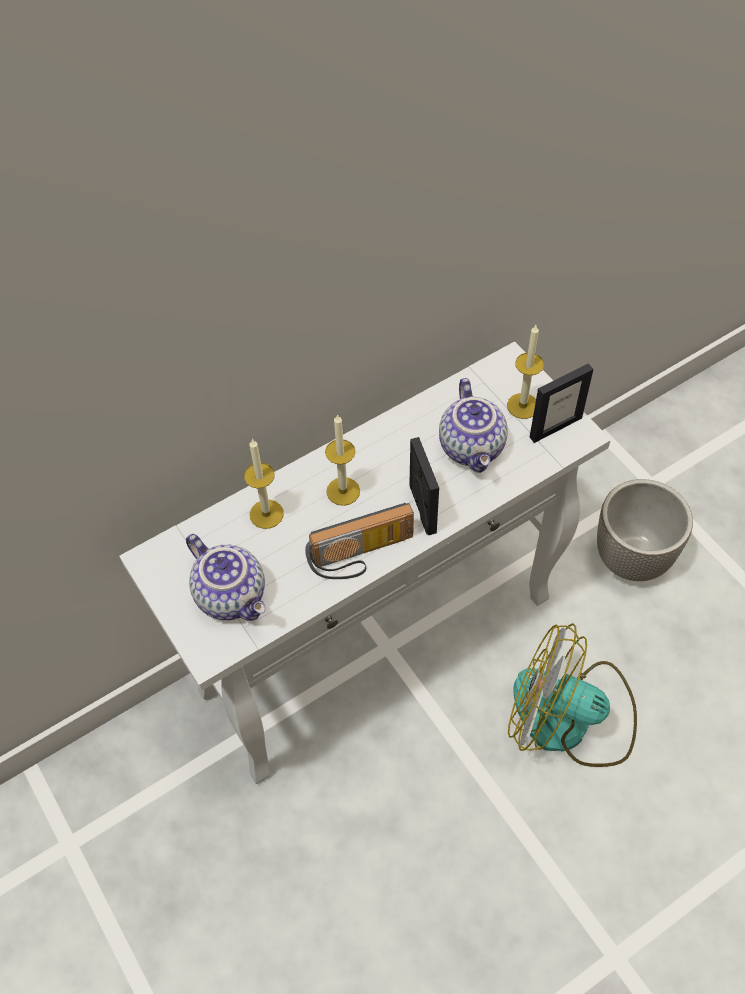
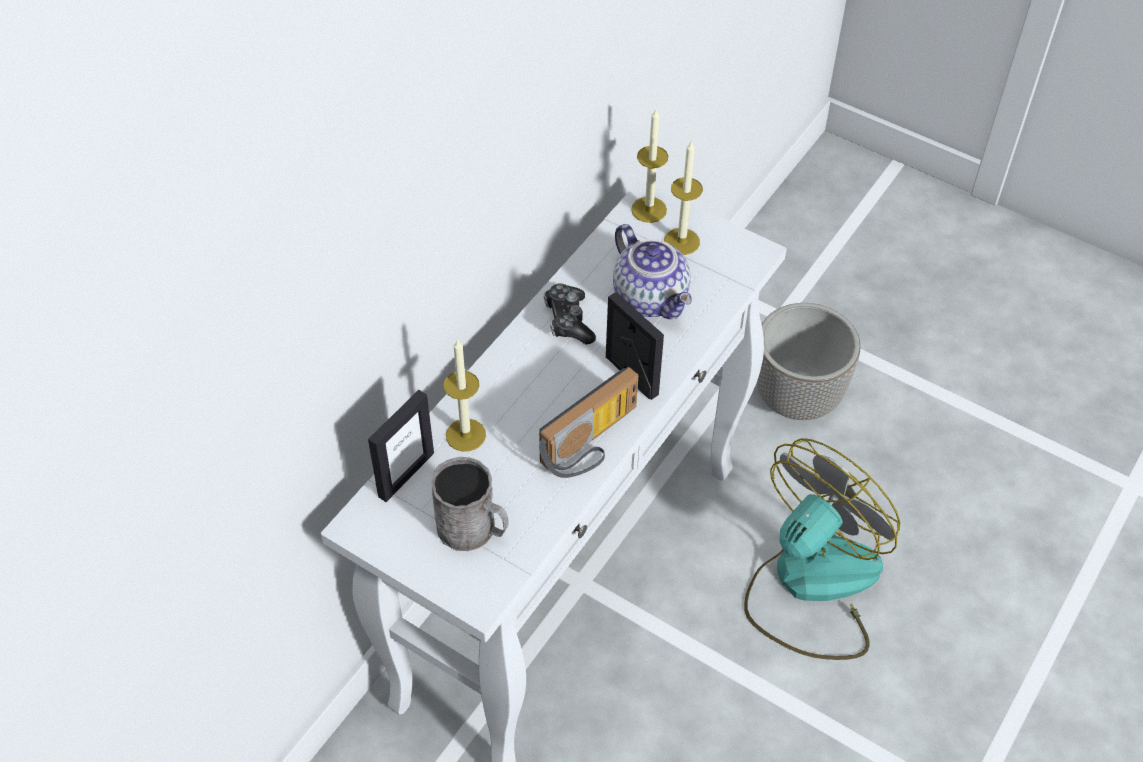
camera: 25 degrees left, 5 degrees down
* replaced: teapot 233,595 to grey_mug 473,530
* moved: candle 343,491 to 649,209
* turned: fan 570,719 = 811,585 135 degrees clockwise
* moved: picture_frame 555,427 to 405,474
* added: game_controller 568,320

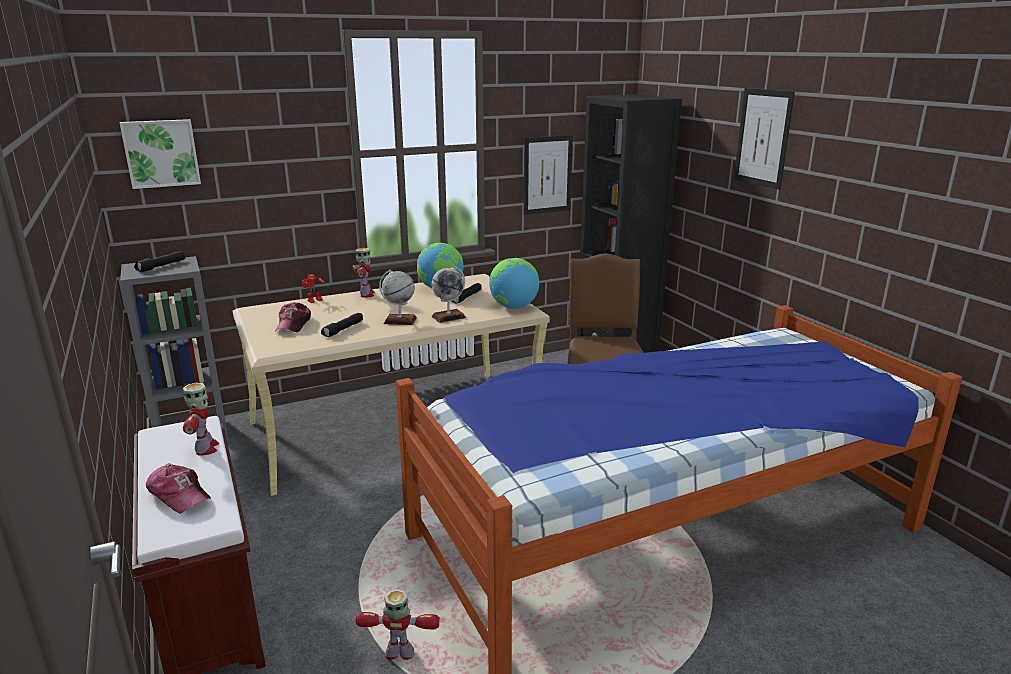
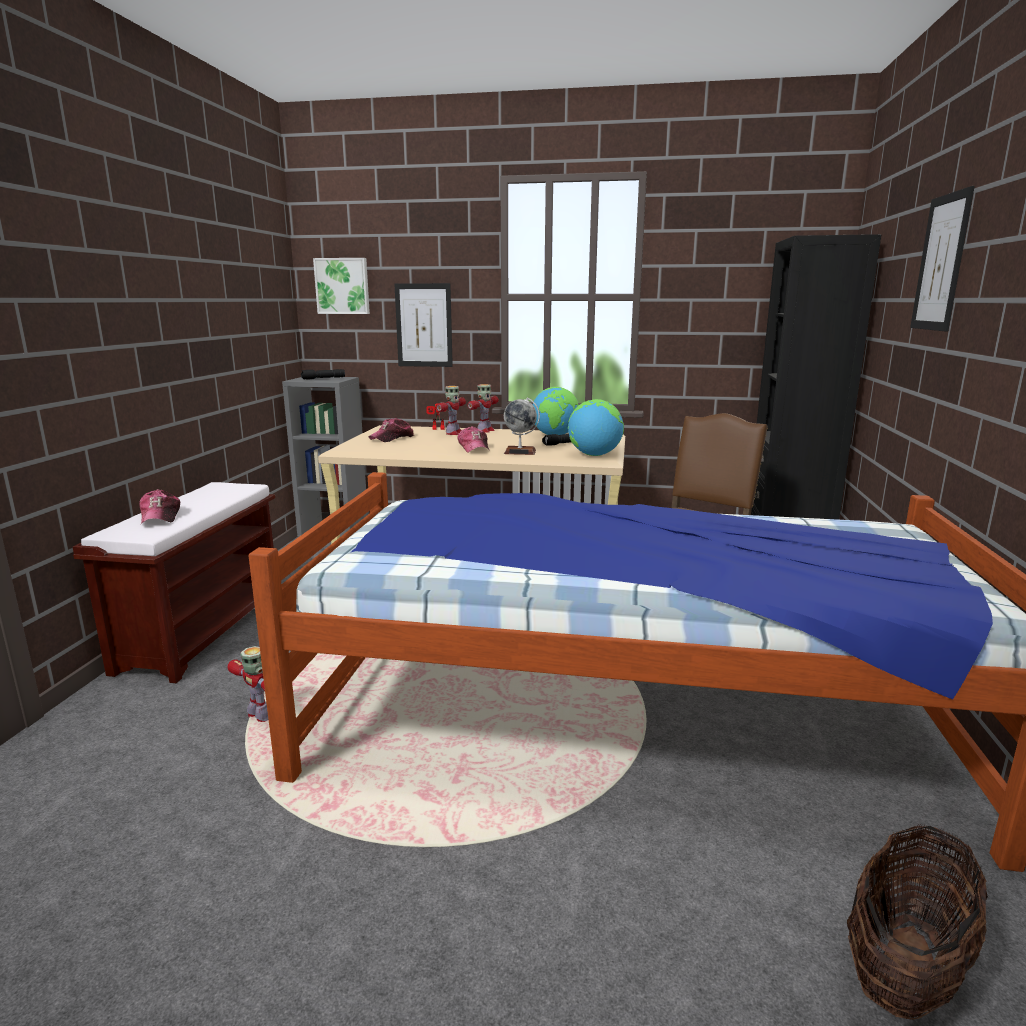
camera: 35 degrees right, 5 degrees down
* moved: toy_robot 206,448 to 453,433
* removed: black_flashlight 343,330
* replaced: globe 400,321 to cap 474,448
* moved: picture 547,175 to 424,325
* added: basket 905,966

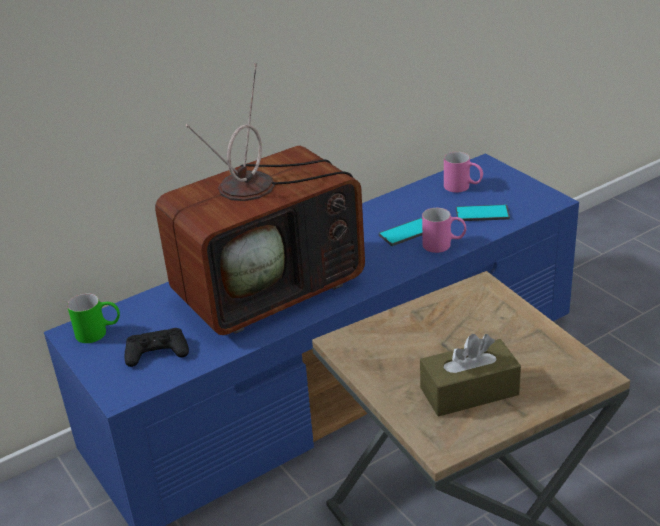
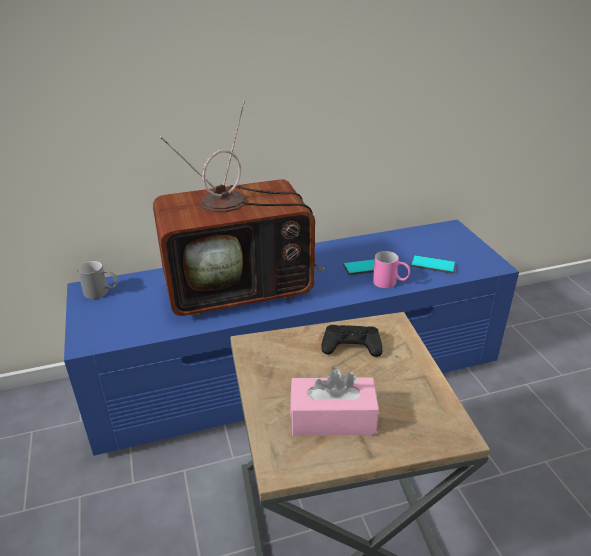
camera: 15 degrees right, 0 degrees up
* recoloured: green_mug 99,332 to grey_mug 102,292
* moved: black_game_controller 157,352 to 351,345
* recoloured: brown_tissue_box 469,391 to pink_tissue_box 332,418
* removed: pink_mug 463,187

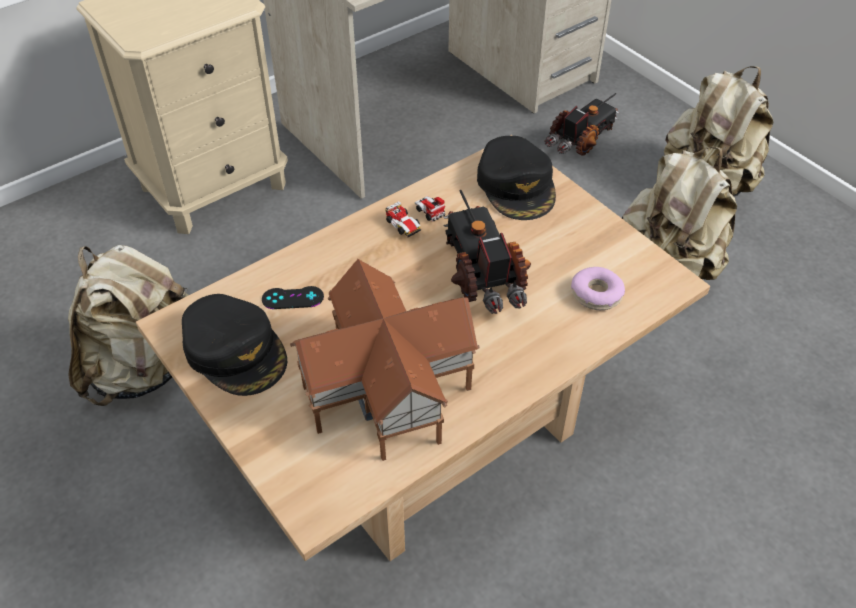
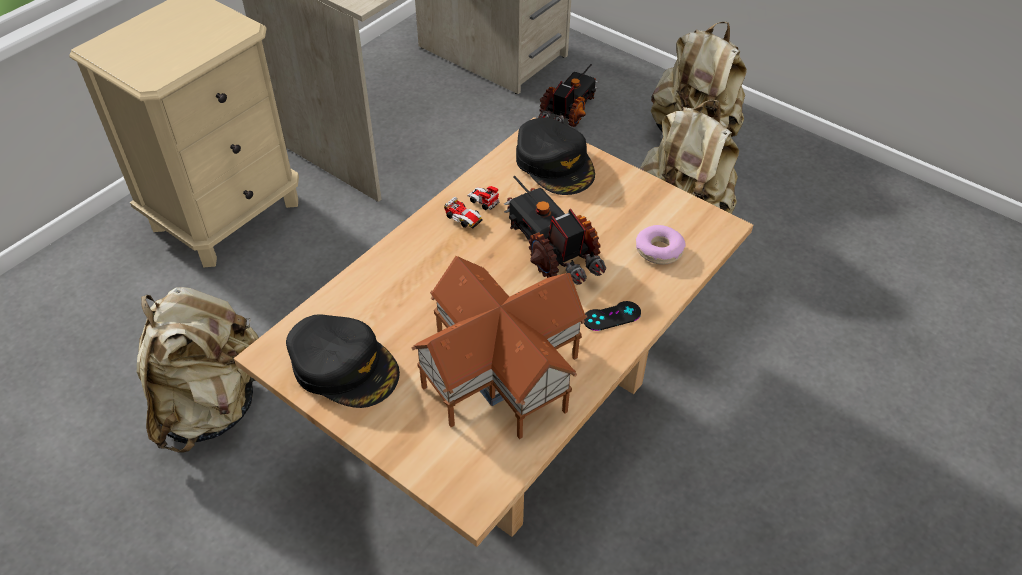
camera: 15 degrees left, 0 degrees up
* moved: black_game_controller 292,298 to 611,316

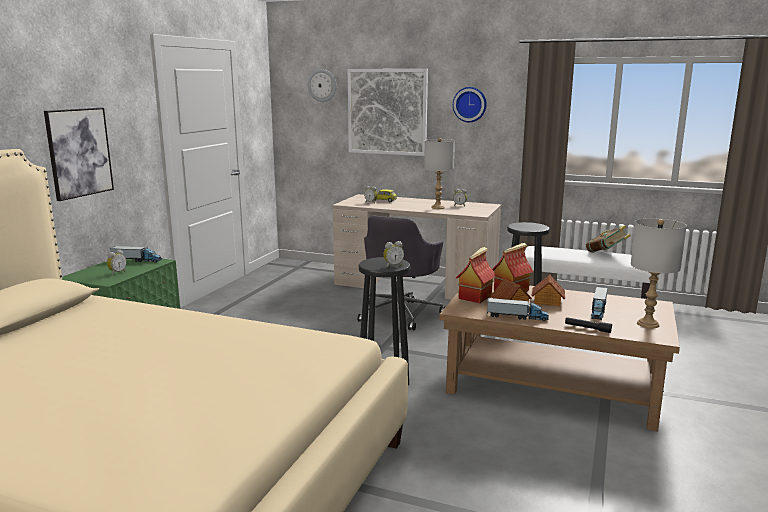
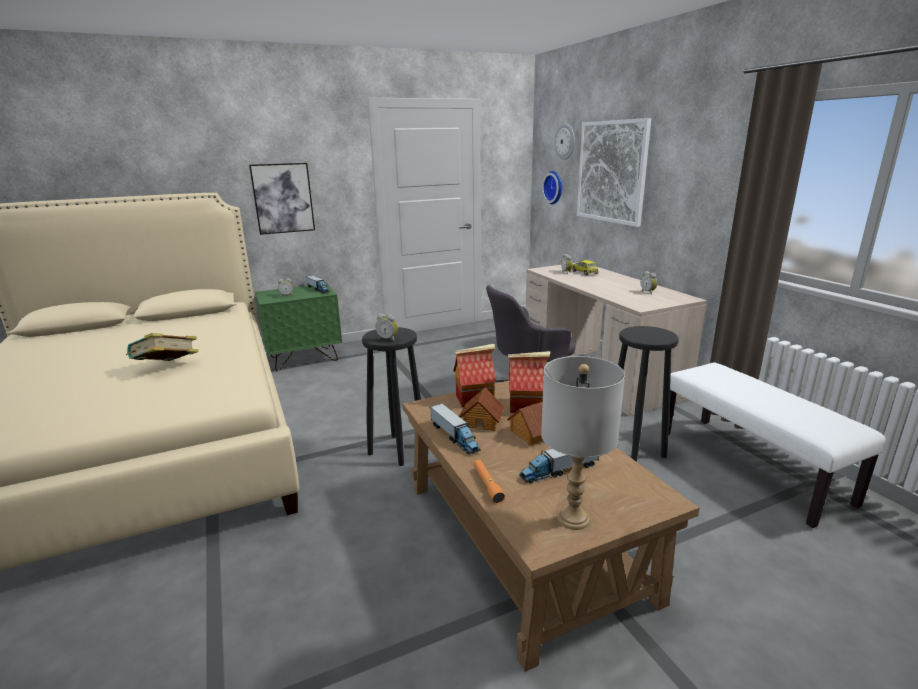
camera: 45 degrees right, 5 degrees up
* removed: grey_table_lamp 437,207
* moved: wall_clock 470,104 to 554,187
* recoloured: black_flashlight 587,328 to orange_flashlight 487,485
* moved: book 606,254 to 166,368

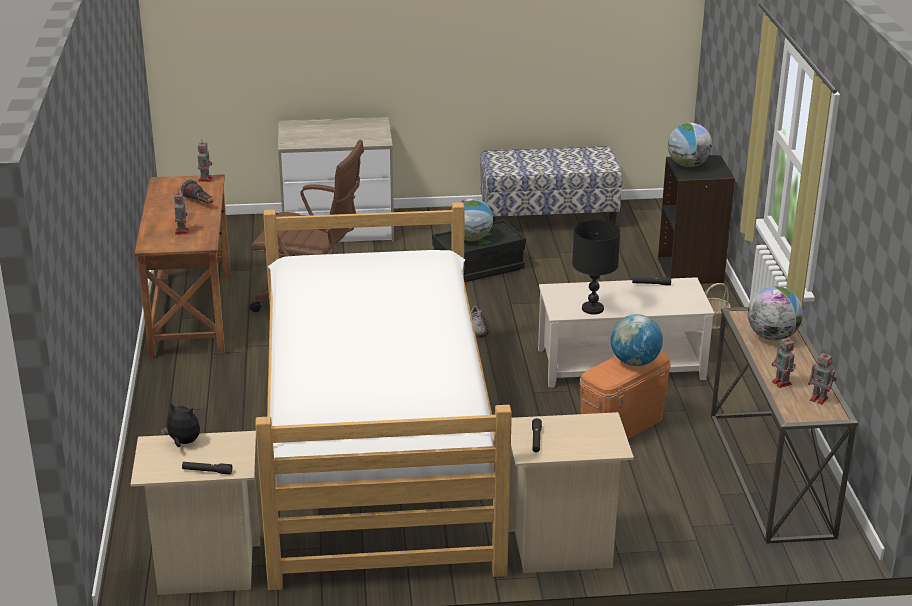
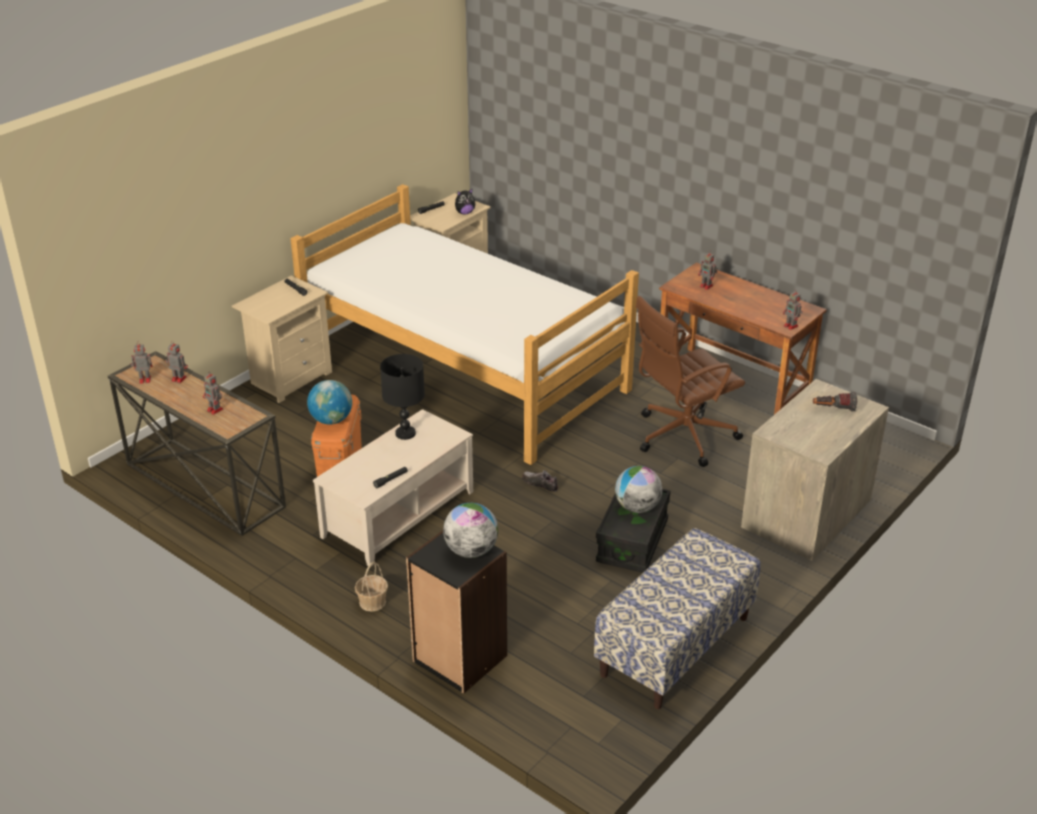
camera: 135 degrees right, 5 degrees up
* moved: flashlight 200,203 to 833,409
* replaced: globe 772,336 to toy_robot 215,410

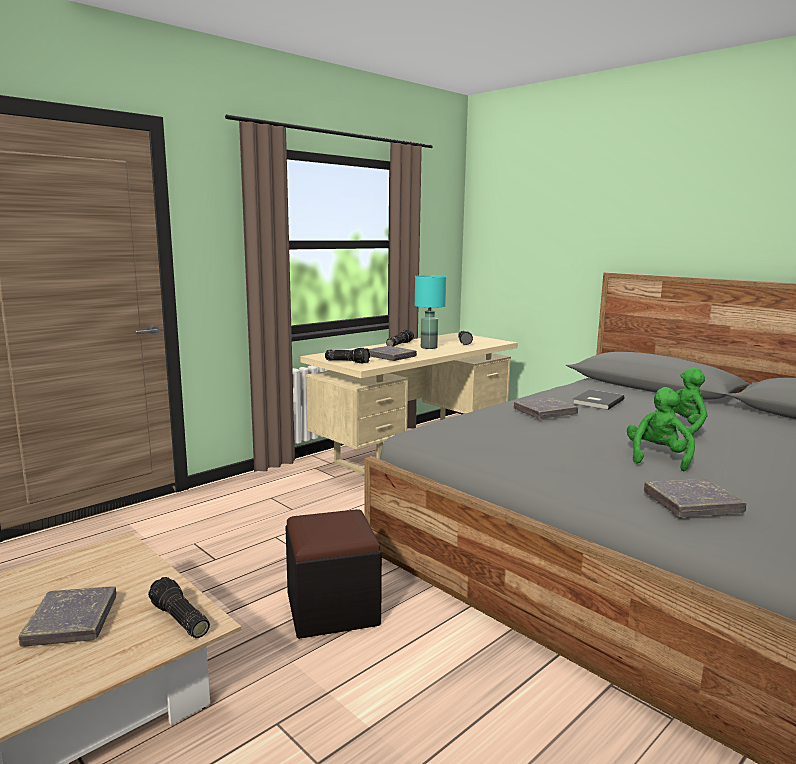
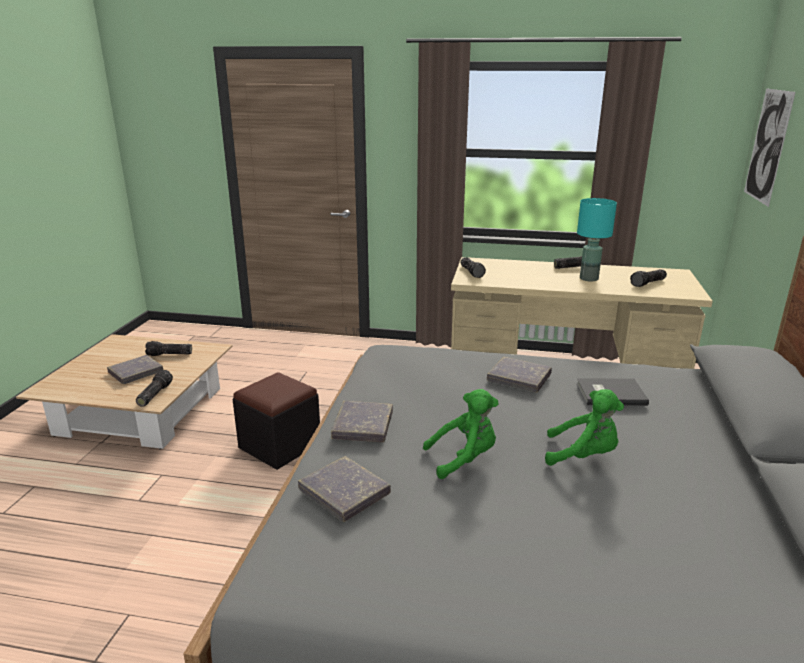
camera: 55 degrees right, 10 degrees up
* moved: grey_book 390,357 to 363,425
* added: flashlight 169,355
* added: picture 767,146

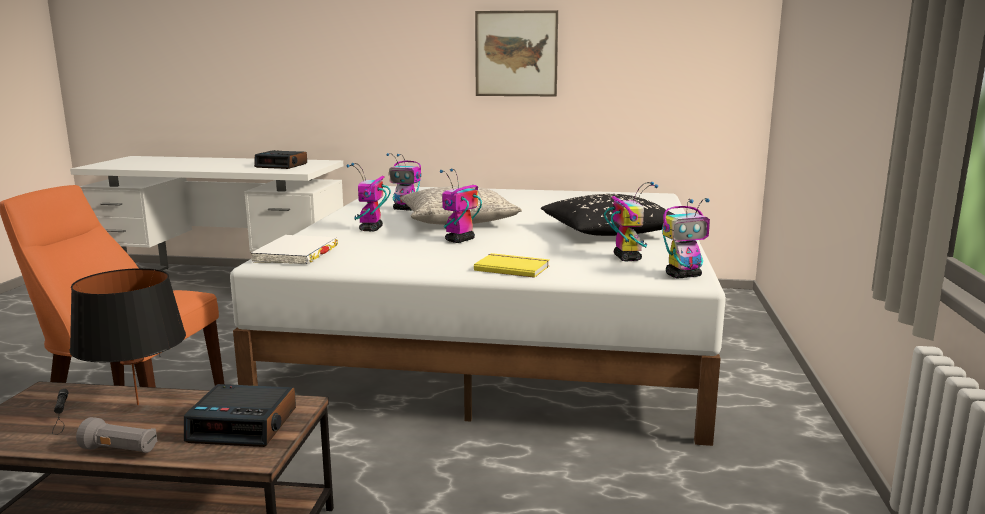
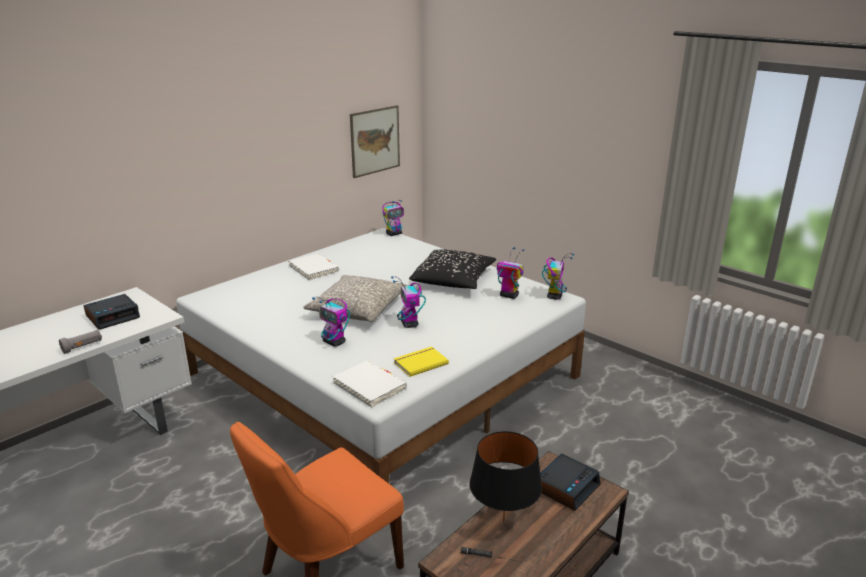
camera: 55 degrees left, 10 degrees up
* moved: grey_flashlight 120,450 to 82,347
* moved: toy_robot 405,209 to 394,234
* moved: yellow_book 512,268 to 419,362
* moved: picture 516,54 to 375,141
* added: white_book 313,269

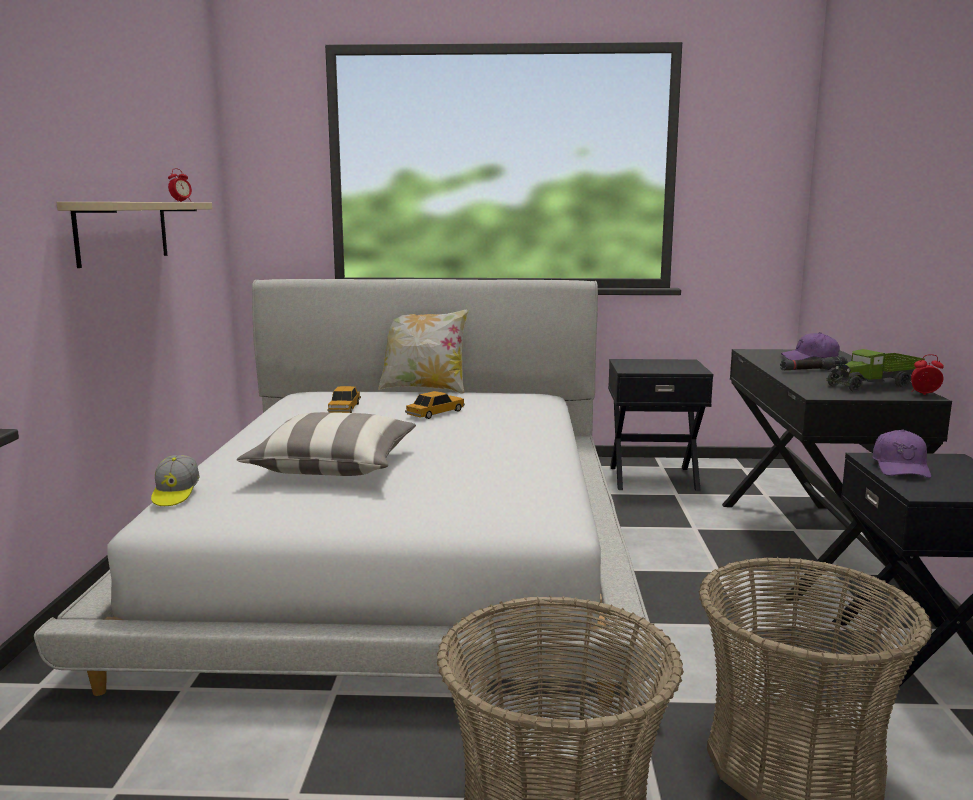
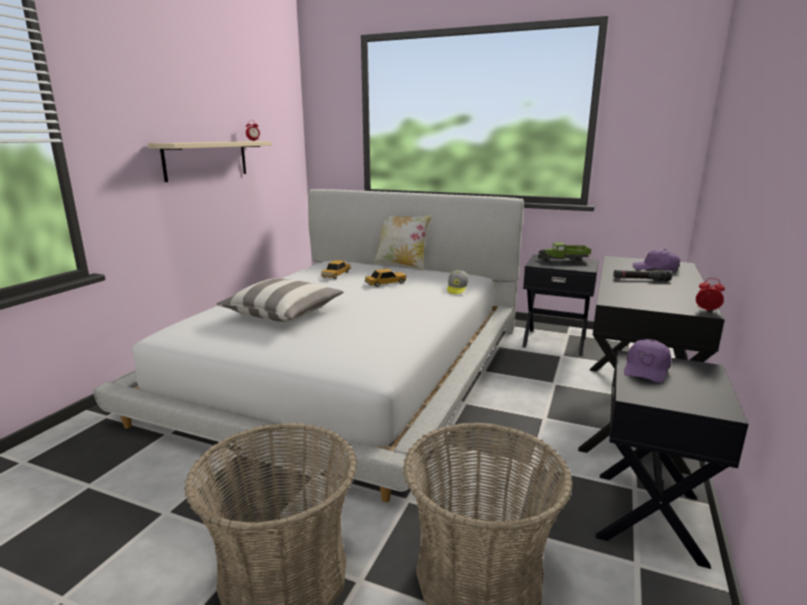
camera: 20 degrees right, 5 degrees up
* moved: cap 175,494 to 457,289
* moved: toy_truck 873,385 to 563,261

